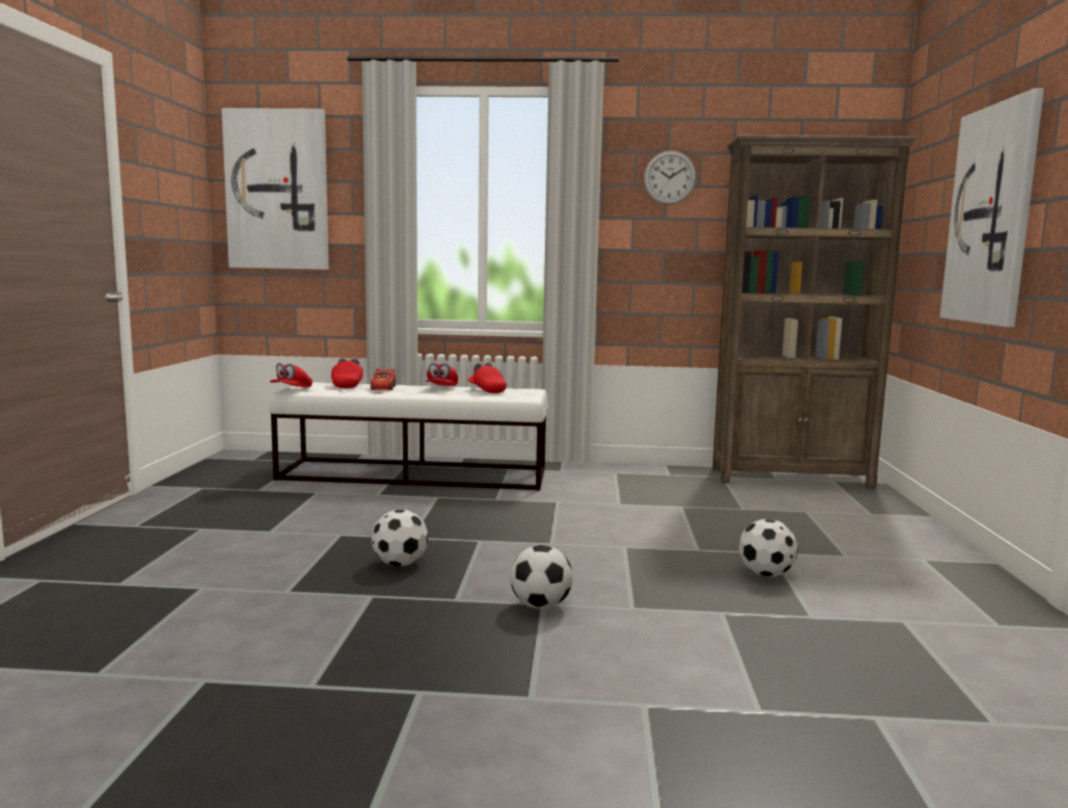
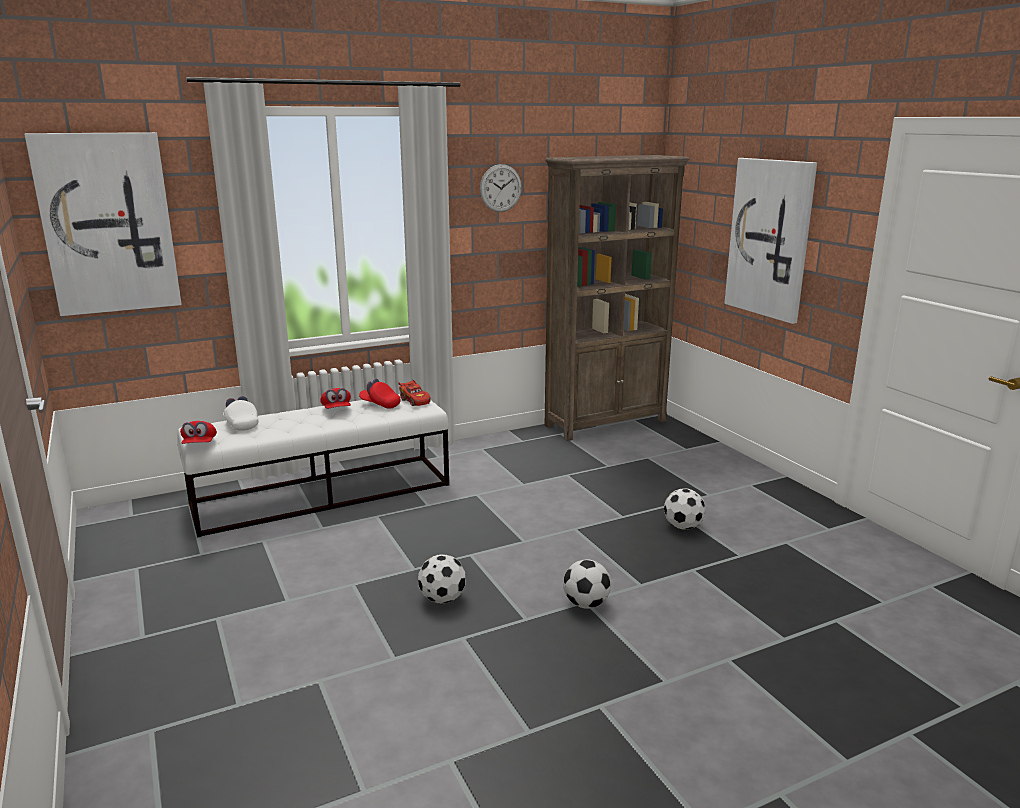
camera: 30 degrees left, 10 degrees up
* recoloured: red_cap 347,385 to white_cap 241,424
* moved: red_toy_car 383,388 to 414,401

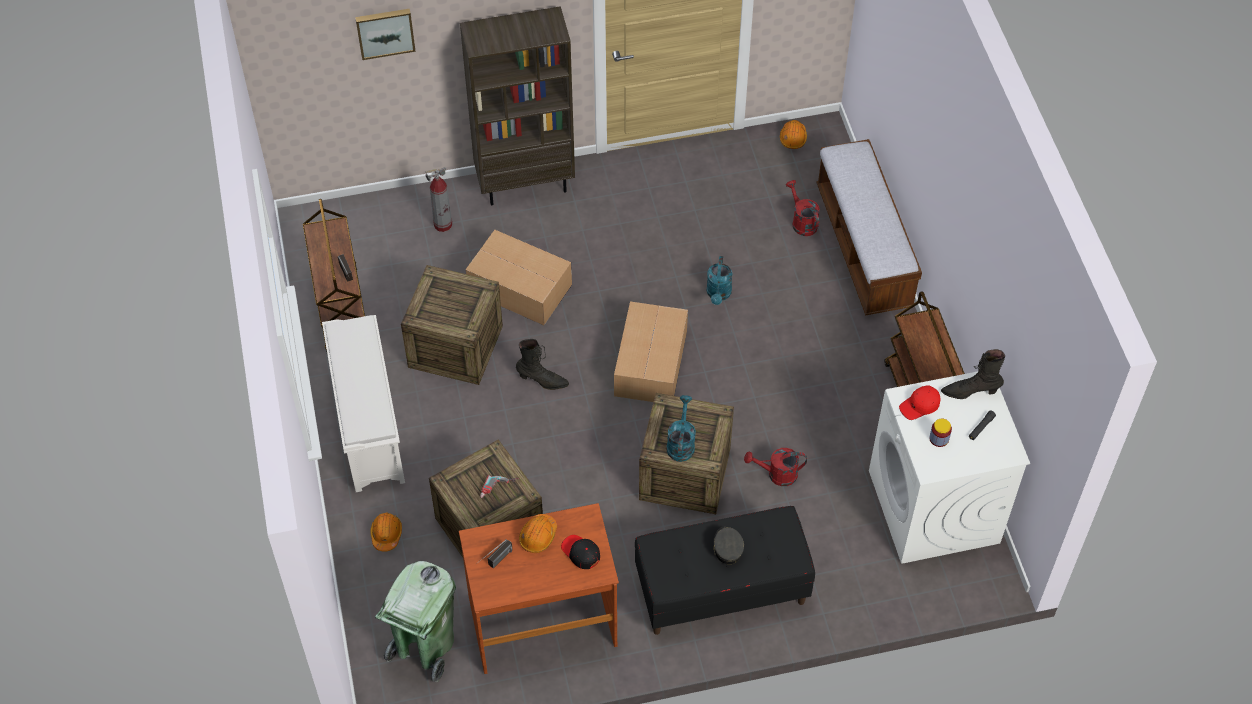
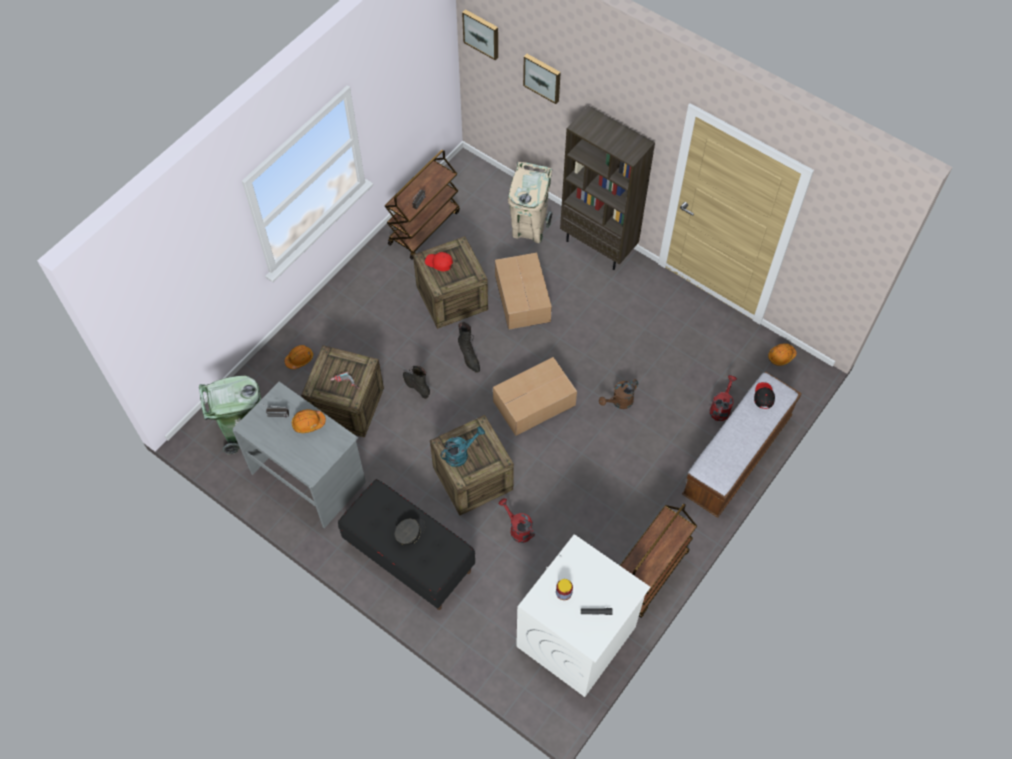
camera: 50 degrees right, 5 degrees up
* removed: white_shoe_rack 368,427
* replaced: fire_extinguisher 443,224 to beige_trash_can 529,229
* recoloured: brown_desk 542,620 to grey_desk 309,477
* moved: black_cap 580,553 to 763,396
* recoloured: turquoise_watering_can 718,294 to brown_watering_can 619,402
* moved: red_cap 920,406 to 439,263
* moved: black_boot 970,391 to 416,387
* added: picture 482,33

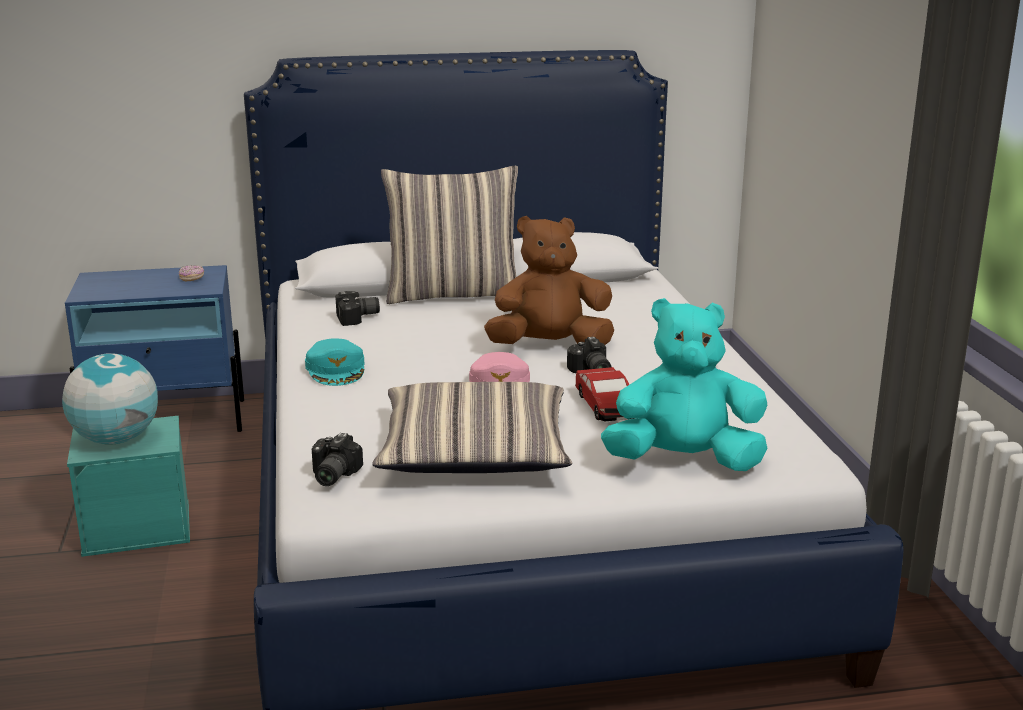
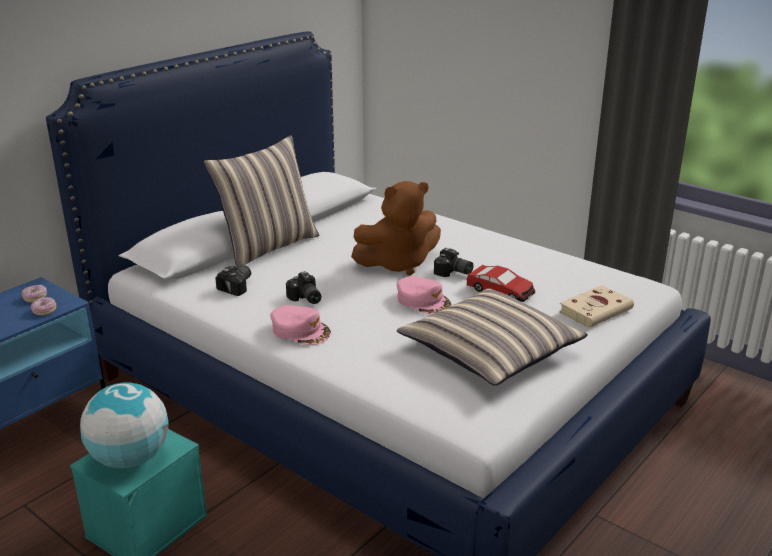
camera: 40 degrees left, 5 degrees up
* recoloured: turquoise_cap 336,370 to pink_cap 300,330
* moved: photo_camera 331,475 to 305,299
* turned: brown_plush_toy 549,347 = 398,264 150 degrees counterclockwise
* replaced: turquoise_plush_toy 684,461 to beige_book 596,310
* added: donut 44,311

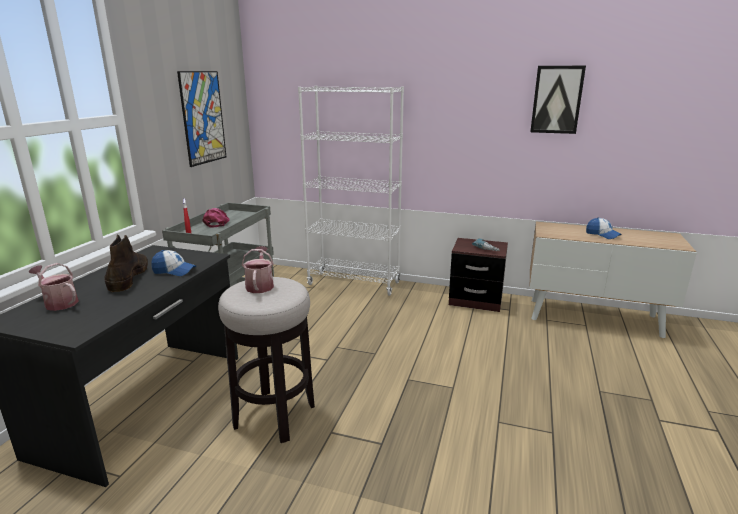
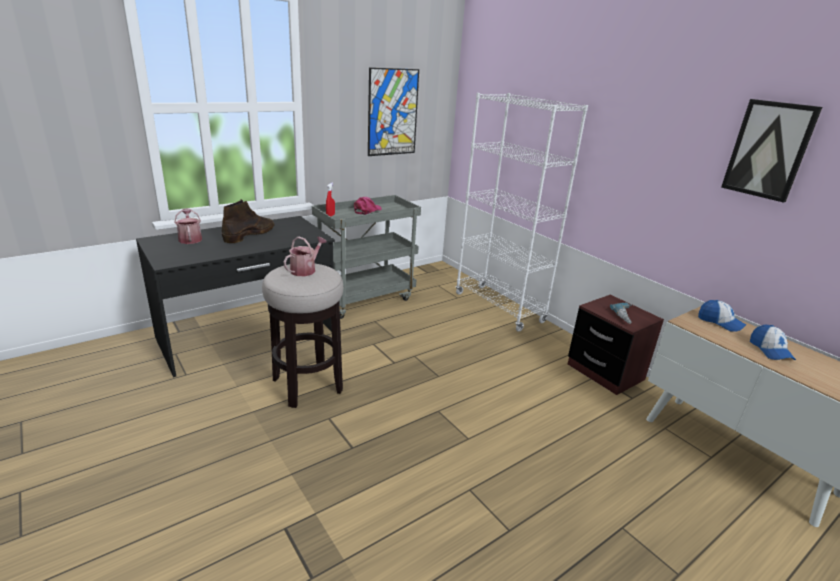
camera: 35 degrees right, 5 degrees up
* moved: cap 174,271 to 720,322

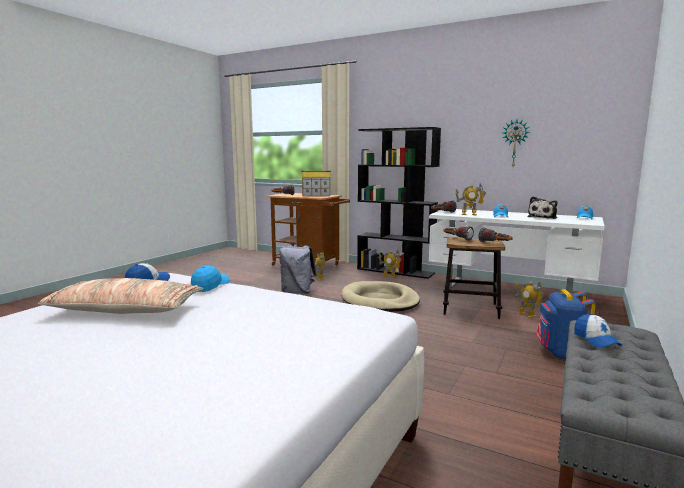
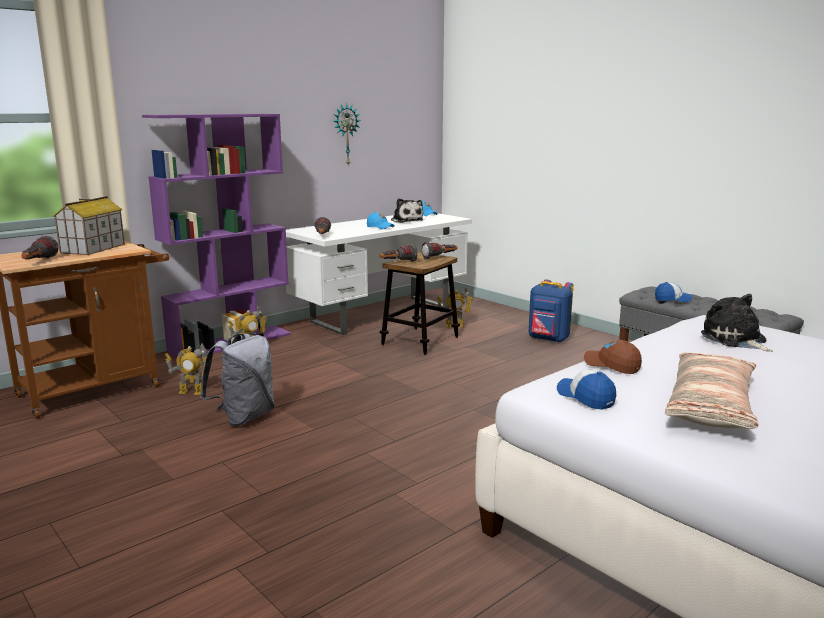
camera: 70 degrees left, 5 degrees up
* recoloured: blue_cap 210,285 to brown_cap 612,365
* removed: beige_dog_bed 379,301
* recoloured: black_bookcase 395,271 to purple_bookcase 231,342
* removed: toy_robot 469,214
* added: plush_toy 735,340

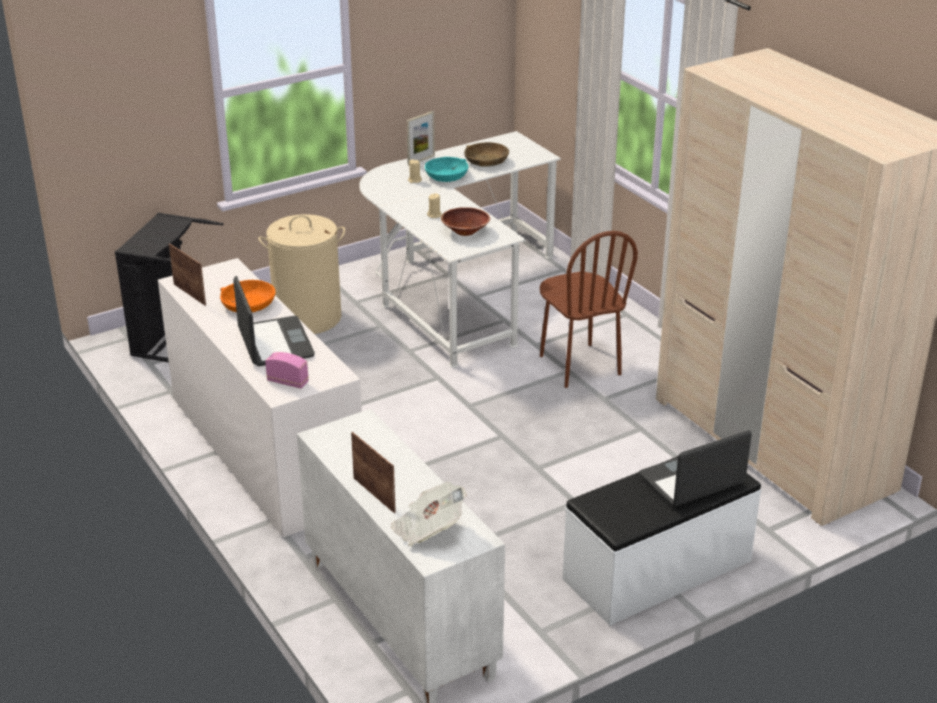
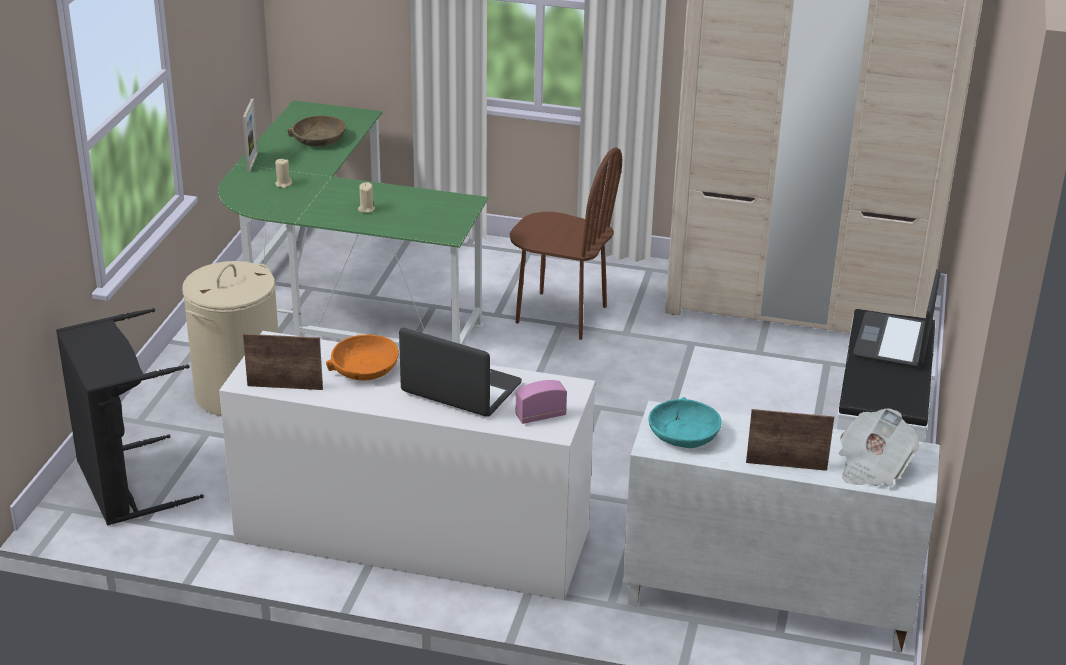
camera: 45 degrees left, 0 degrees up
* recoloured: white_desk 454,289 to green_desk 340,299
* moved: turquoise_bowl 446,176 to 683,433
* removed: brown_bowl 465,231

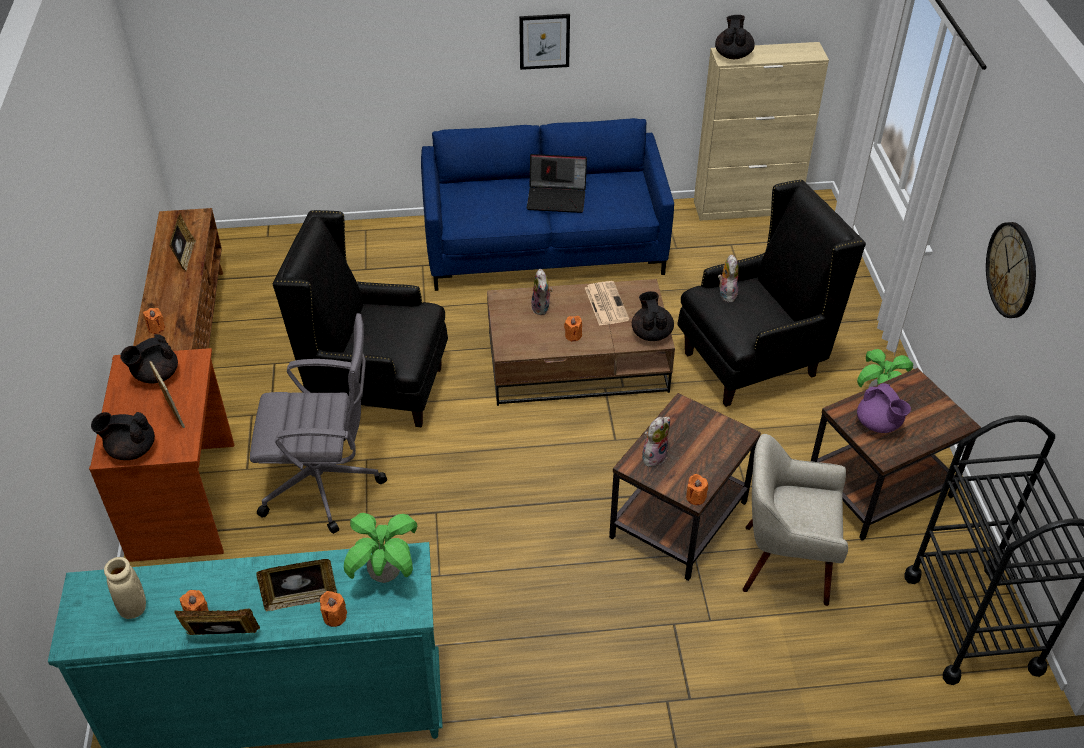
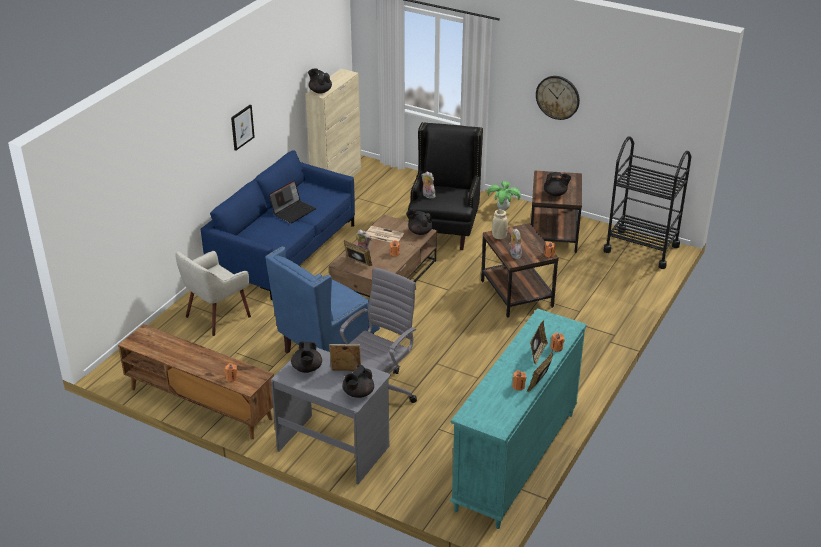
camera: 55 degrees left, 10 degrees down
* recoloured: brown_desk 185,501 to grey_desk 334,448
* moved: beige_vase 133,607 to 499,237
* moved: picture_frame 185,257 to 357,263
* recoloured: black_armchair 377,390 to blue_armchair 327,349
* removed: potted_plant 385,575
* moved: beige_armchair 784,562 to 216,316
* recoloured: purple_teapot 878,424 to black_teapot 555,194

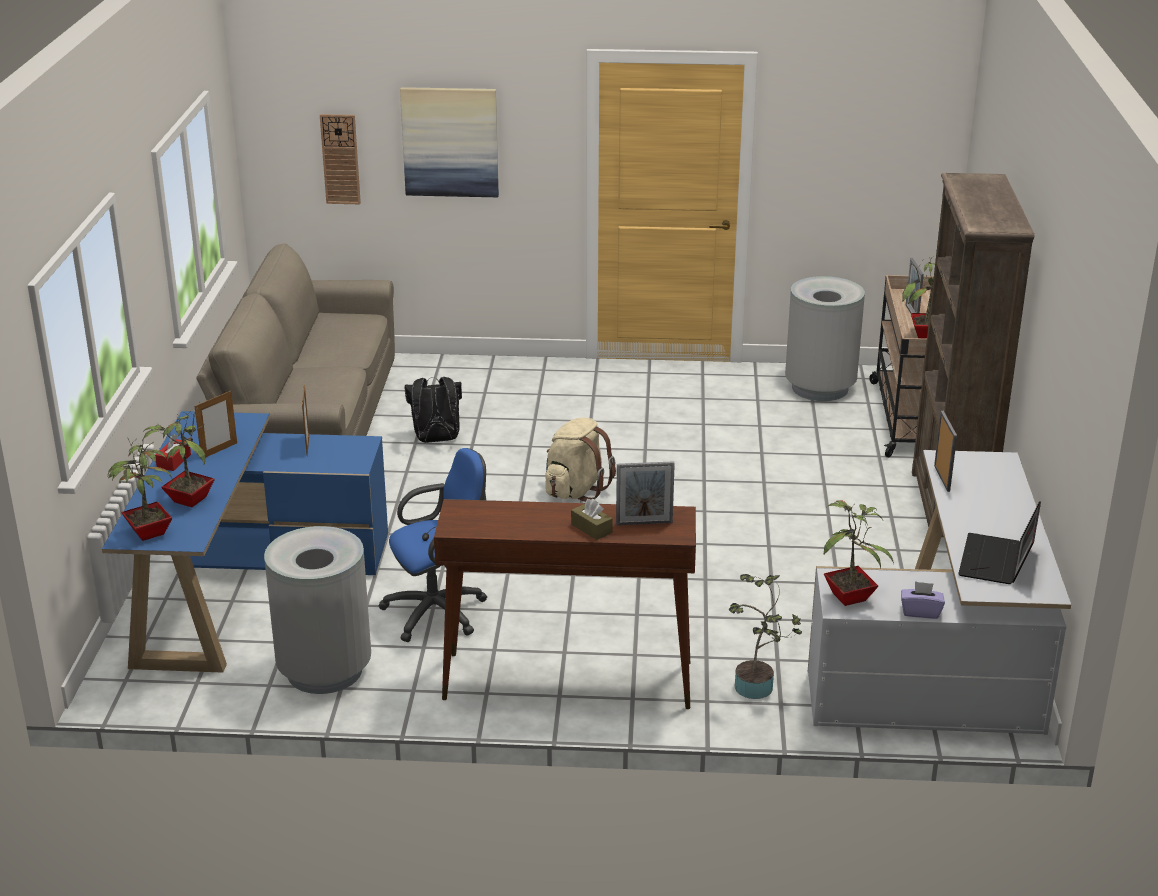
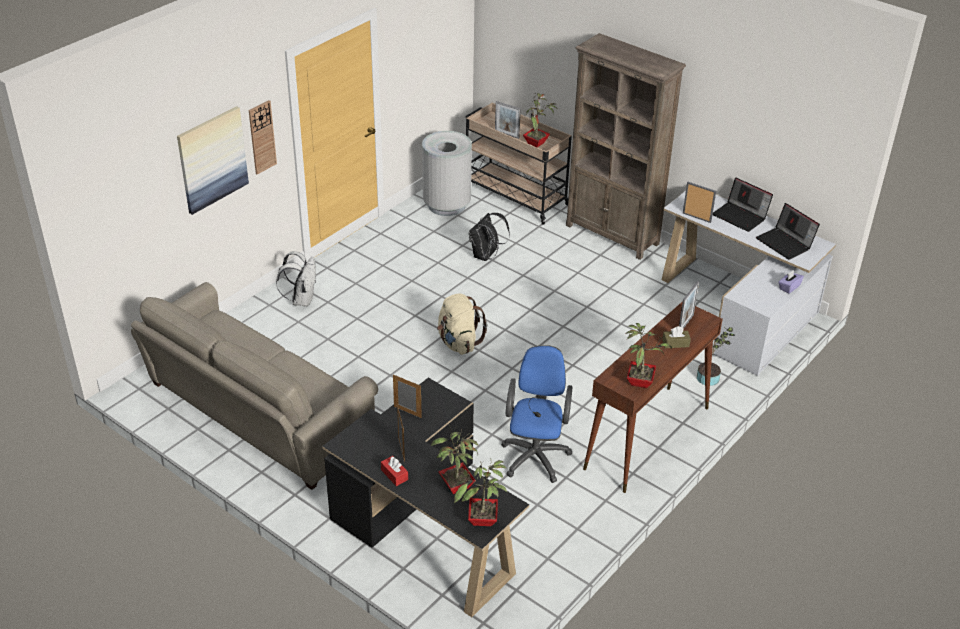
camera: 55 degrees left, 10 degrees up
* recoloured: blue_desk 243,586 to black_desk 424,526
* removed: grey_trash_can 324,671
* moved: wall_clock 340,159 to 262,137
* moved: black_backpack 436,440 to 486,256
* moved: potted_plant 851,597 to 640,381
* added: white_backpack 302,300
* added: laptop 741,216

